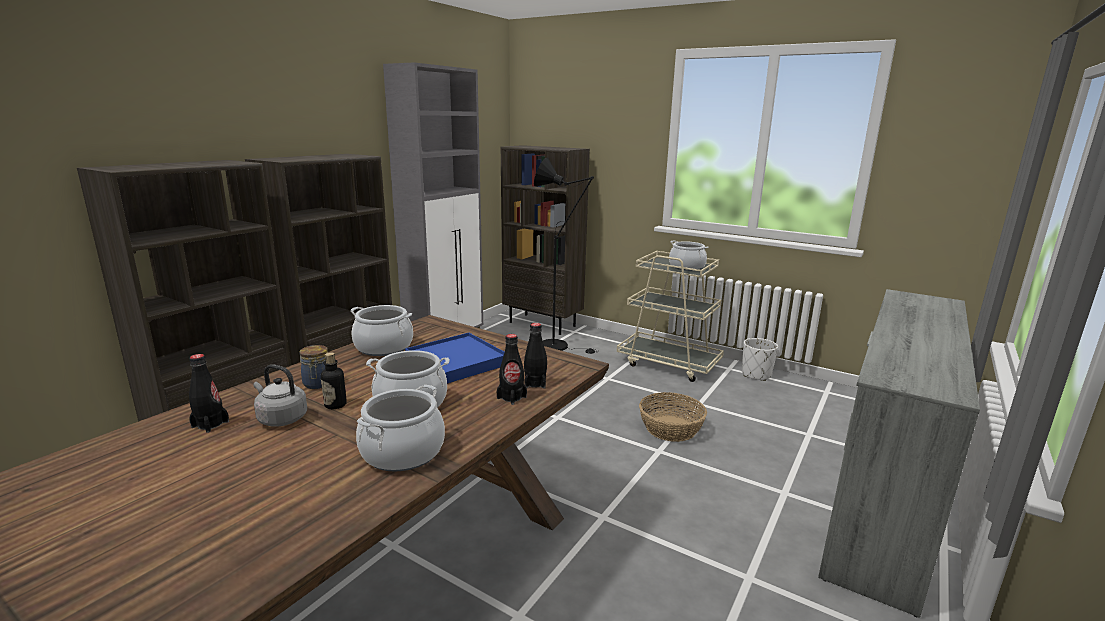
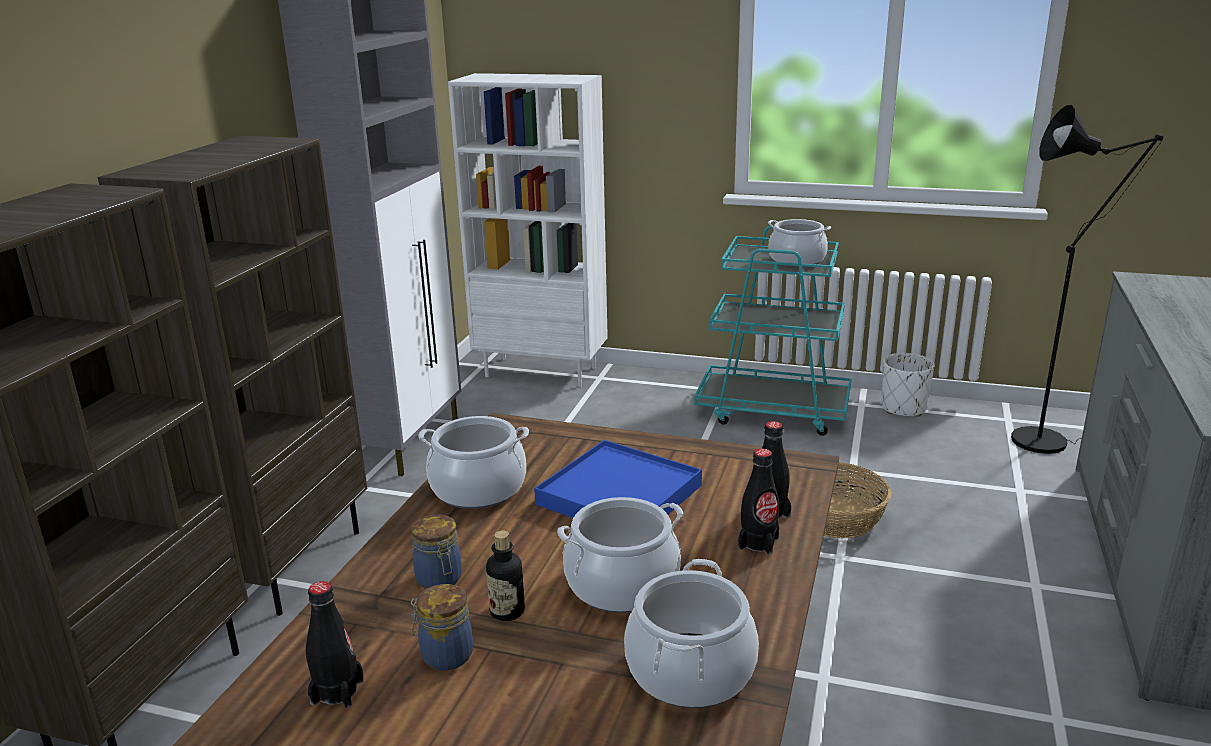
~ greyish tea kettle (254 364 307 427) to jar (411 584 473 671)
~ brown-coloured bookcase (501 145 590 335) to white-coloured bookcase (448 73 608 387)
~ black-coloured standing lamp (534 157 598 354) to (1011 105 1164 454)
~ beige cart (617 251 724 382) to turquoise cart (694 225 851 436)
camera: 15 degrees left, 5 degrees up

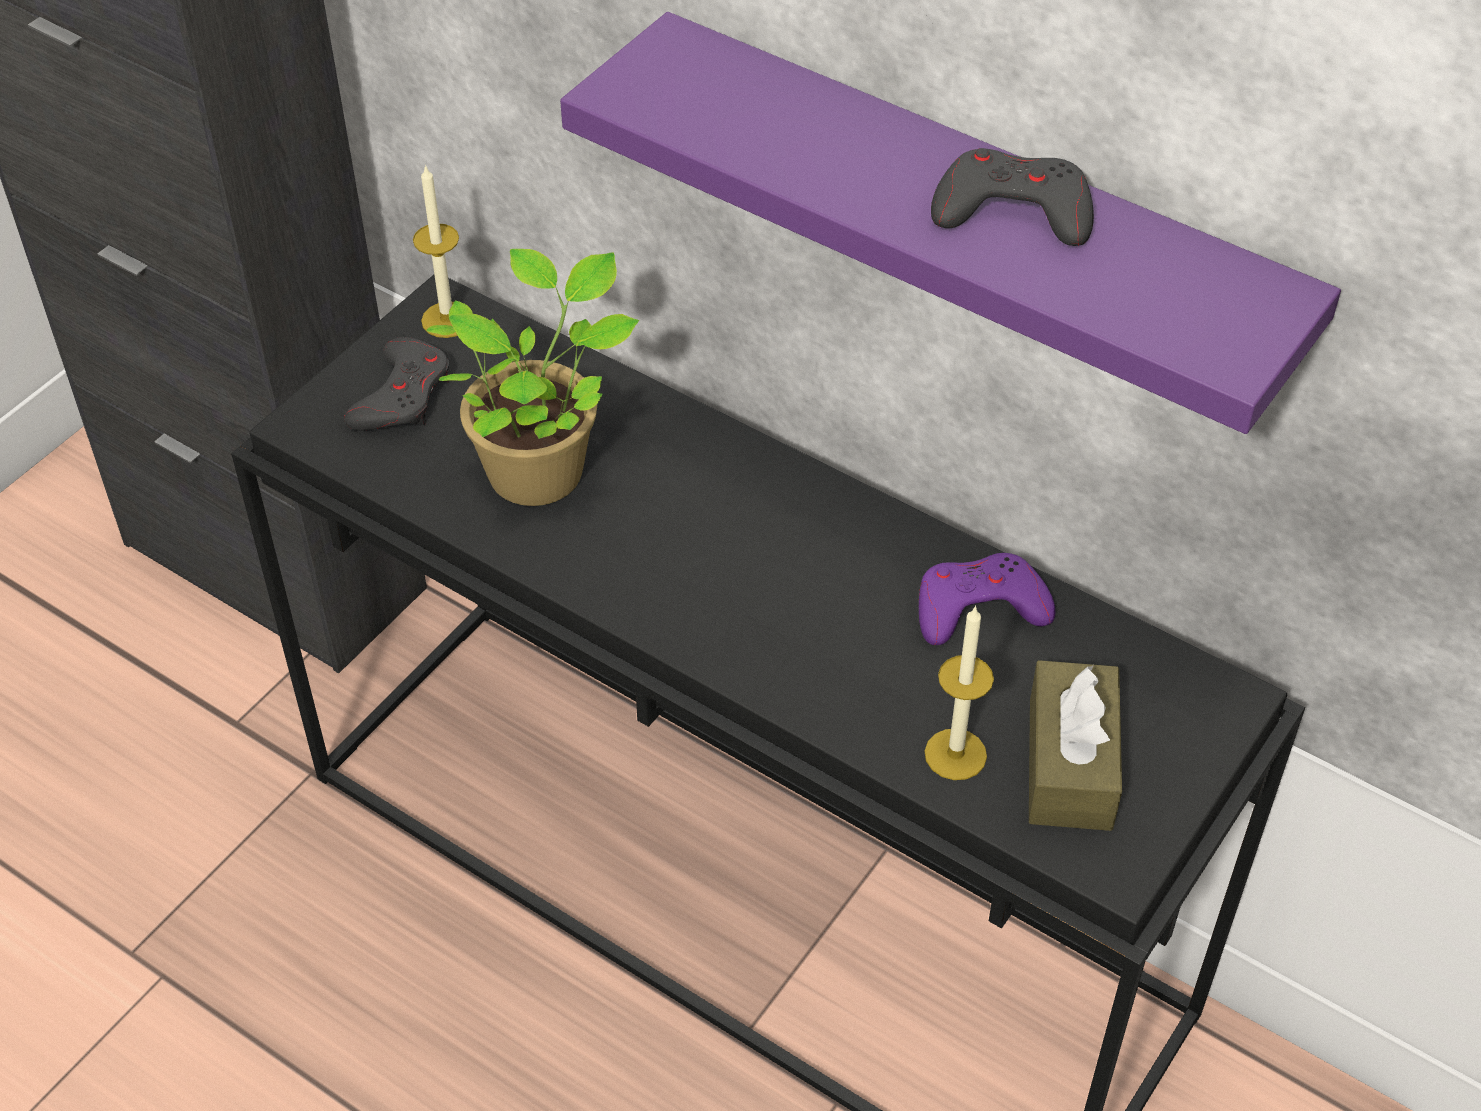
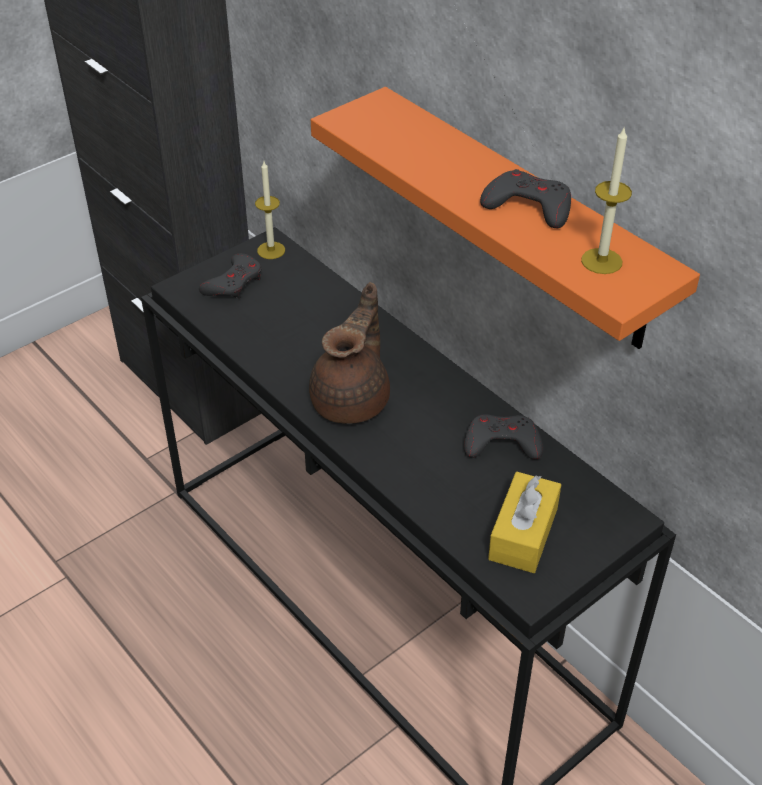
- houseplant (426 249 639 506)
~ purplish shelf (560 12 1341 434) to orangey shelf (311 87 700 349)
~ purplish gamepad (919 553 1055 645) to greyish gamepad (464 414 543 459)
~ wax candle (924 605 994 780) to (581 126 632 274)
~ brown-coloured tissue holder (1029 660 1122 831) to yellowish tissue holder (488 472 561 573)
+ brown-coloured tea pot (309 282 390 424)
camera: 15 degrees right, 5 degrees down

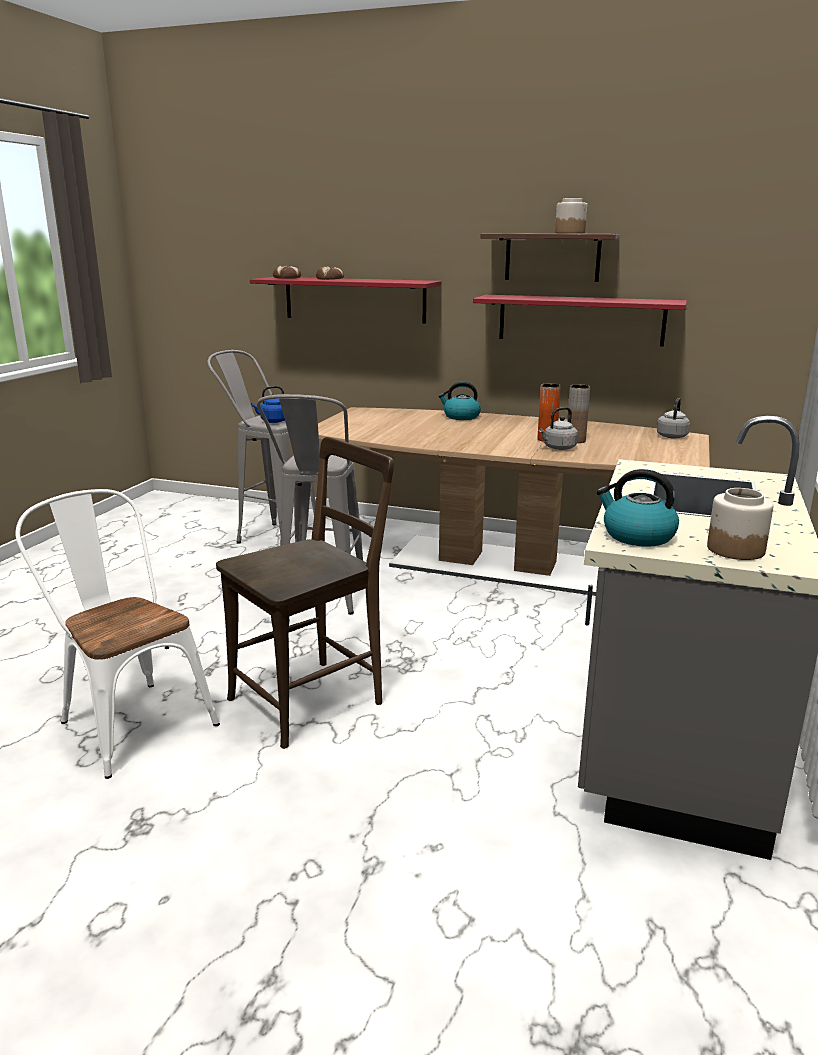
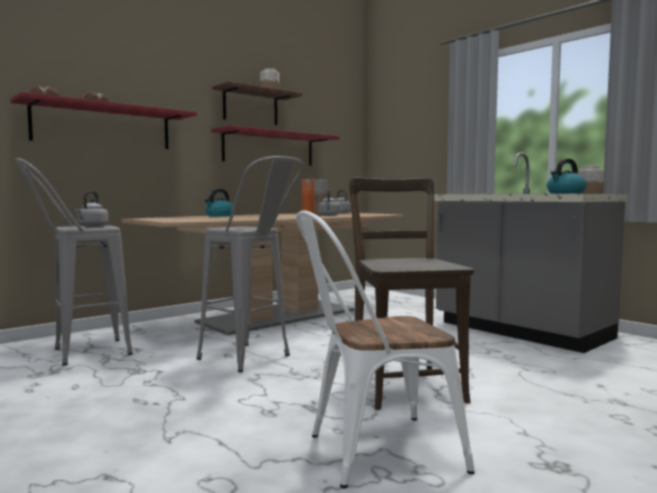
~ bluish tea kettle (251 386 285 423) to greyish tea kettle (75 191 109 227)
camera: 60 degrees left, 15 degrees down

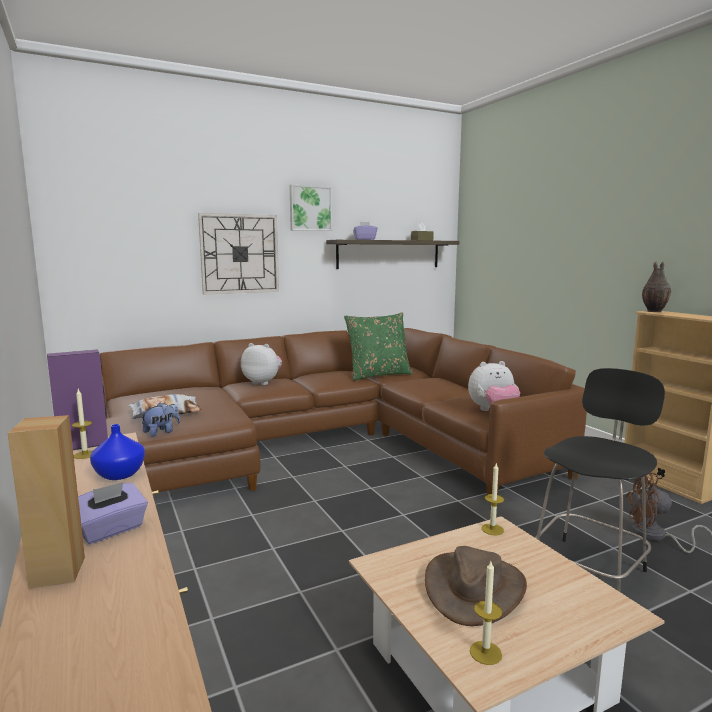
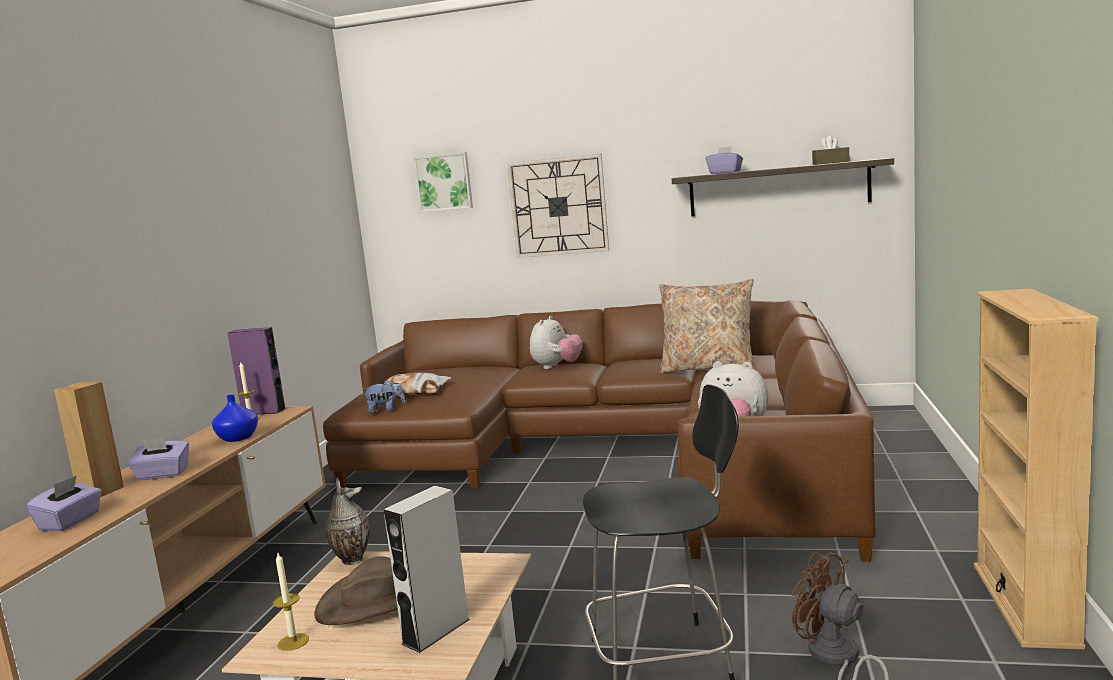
~ soft toy (241 343 282 385) = (530 316 582 369) 60 degrees clockwise
~ picture (290 184 332 231) to (413 152 473 212)
~ greenish cushion (344 312 413 381) to beige cushion (659 279 756 373)
- wax candle (481 462 504 535)
~ decorative vase (642 261 671 312) to (326 477 370 565)
+ purplish tissue holder (26 475 102 531)
+ greyish speaker (383 485 470 653)
camera: 40 degrees right, 0 degrees up

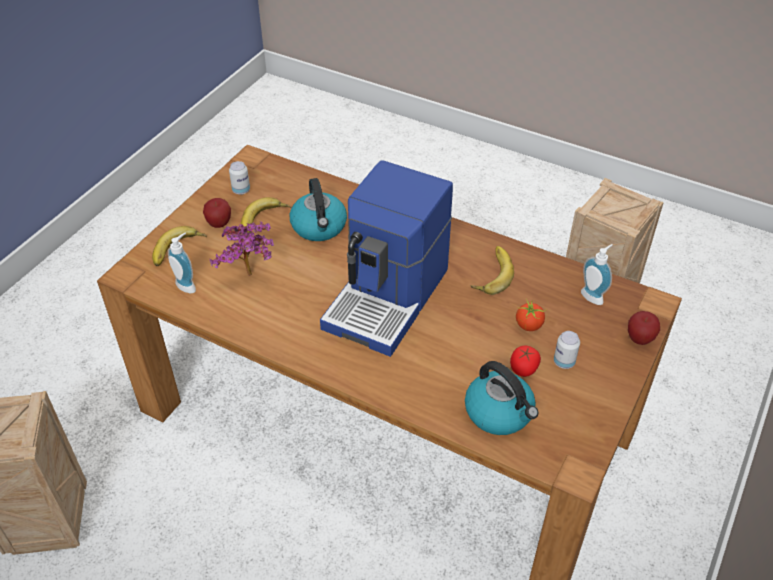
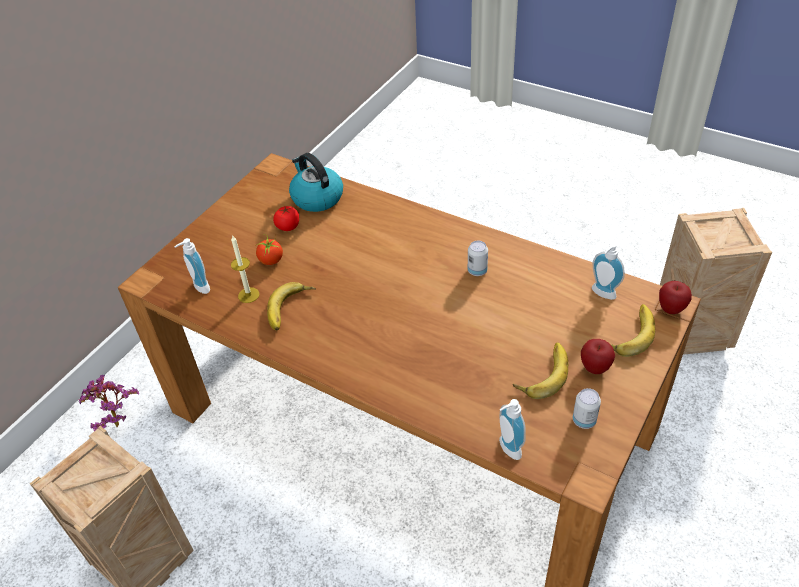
~ houseplant (210 221 274 276) to (79 375 139 431)
- tea kettle (290 178 347 241)
- coffee maker (320 160 453 357)
~ metal can (554 331 580 369) to (468 241 488 276)
~ apple fruit (628 311 660 345) to (659 281 692 314)
+ wax candle (231 235 259 303)
+ liquid soap bottle (499 399 526 460)
camera: 175 degrees left, 0 degrees up

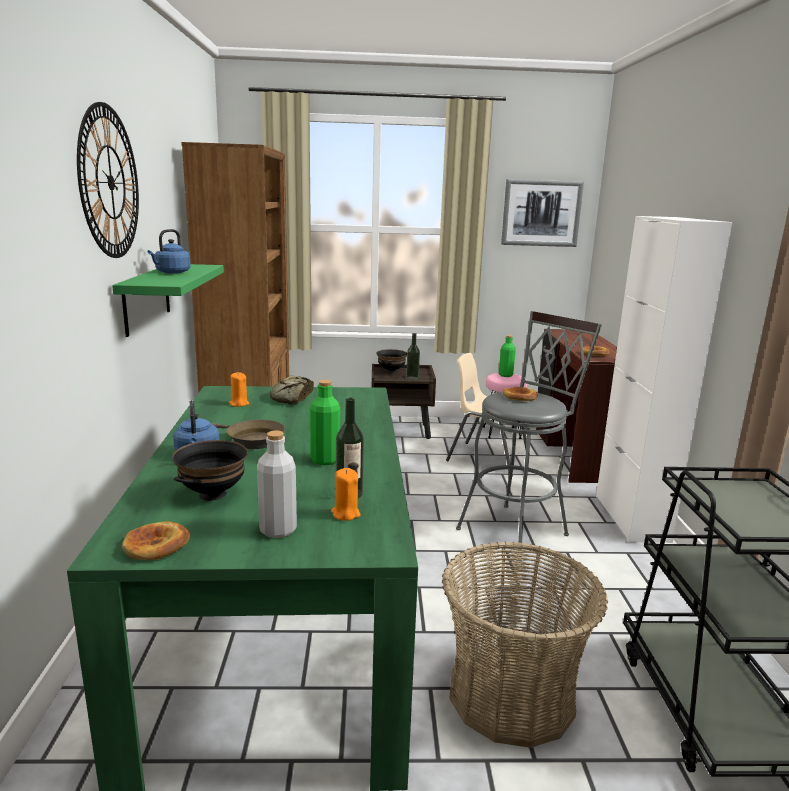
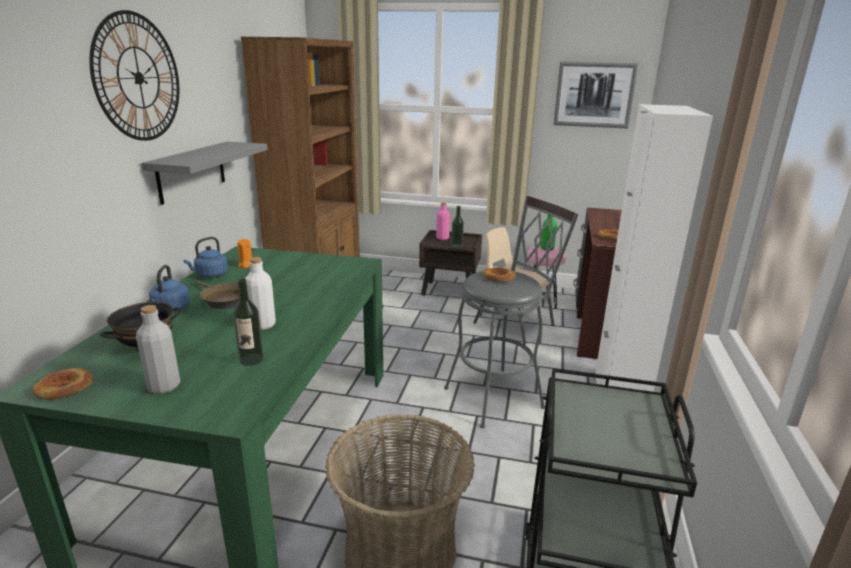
~ greenish shelf (112 264 224 337) to greyish shelf (141 141 268 205)
~ bluish tea kettle (147 229 191 274) to (183 237 228 278)
- baked bread (270 376 314 404)
~ greenish beverage bottle (310 380 340 465) to white-coloured beverage bottle (245 257 276 330)
- orangey wax candle (331 468 361 521)
~ black-coloured bowl (376 349 407 373) to pink beverage bottle (436 202 450 240)
camera: 15 degrees right, 5 degrees up

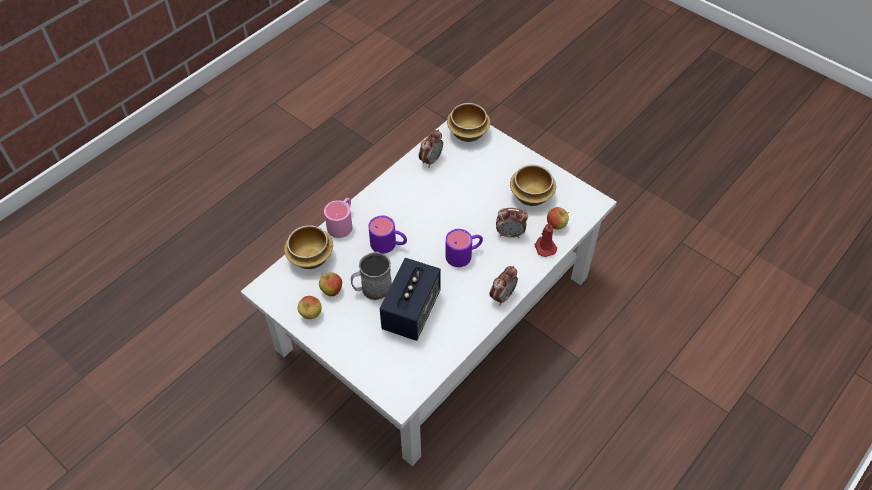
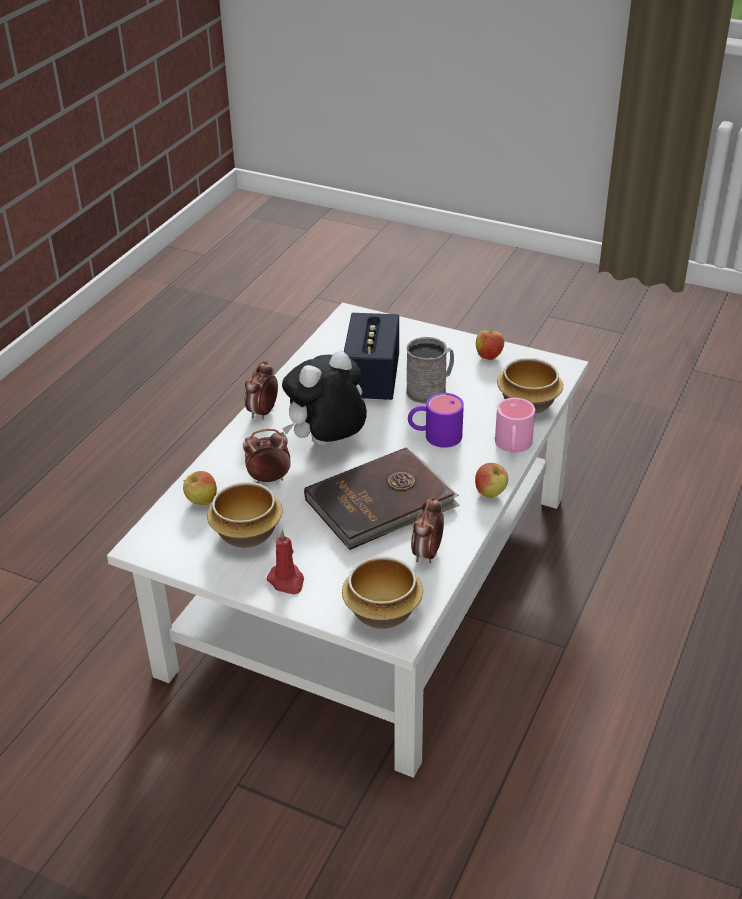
~ apple fruit (319 272 342 296) to (475 463 508 498)
~ purplish coffee mug (445 229 483 267) to soft toy (282 351 367 445)
~ red-coloured wax candle (535 222 557 257) to (267 530 304 594)
+ brown-coloured book (304 447 460 550)
camera: 165 degrees right, 15 degrees down

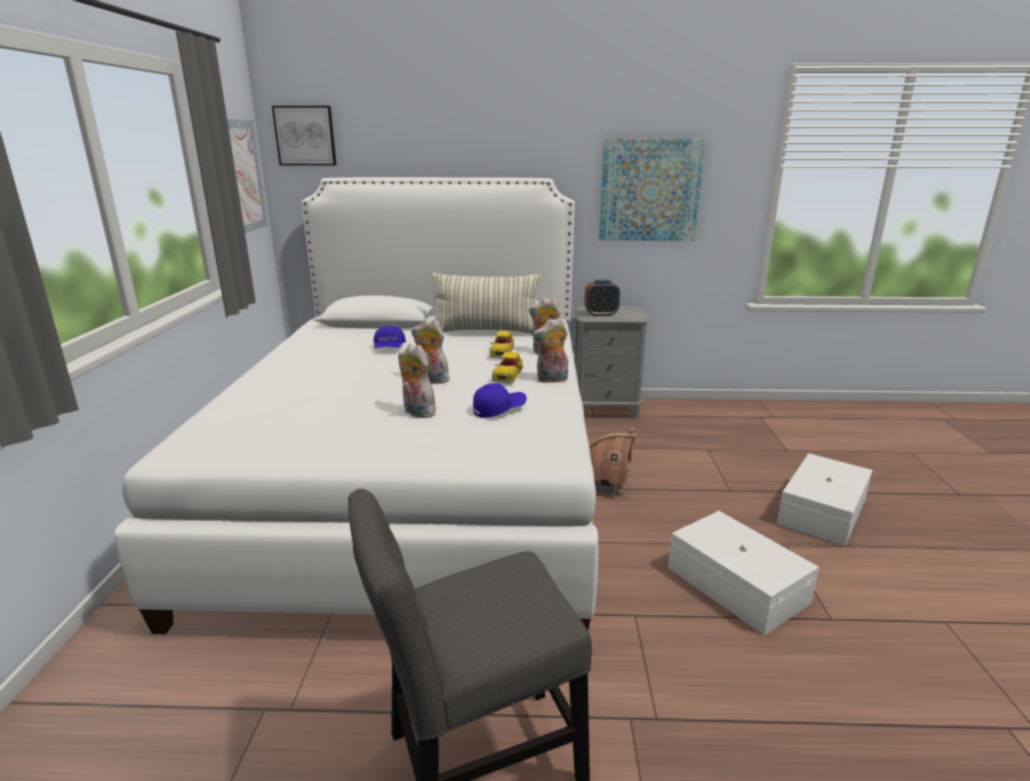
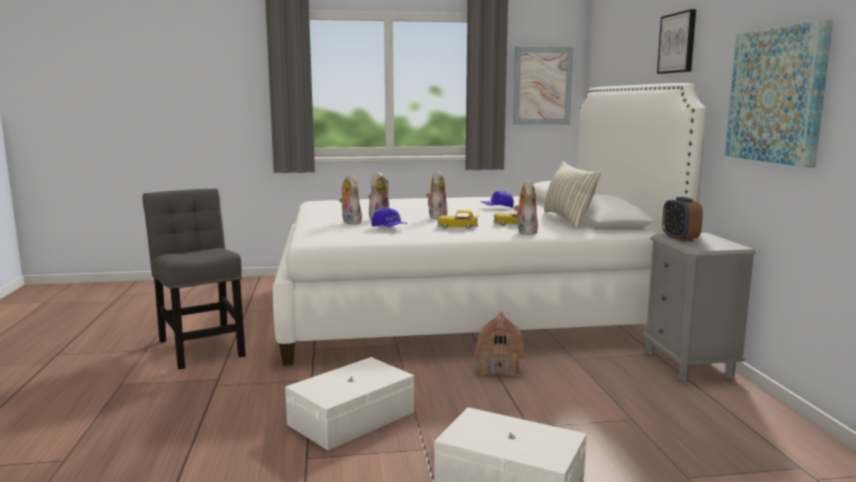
~ picture (272 106 337 166) to (657 9 696 74)
~ soft toy (532 318 568 383) to (339 173 362 224)
camera: 80 degrees right, 10 degrees down

